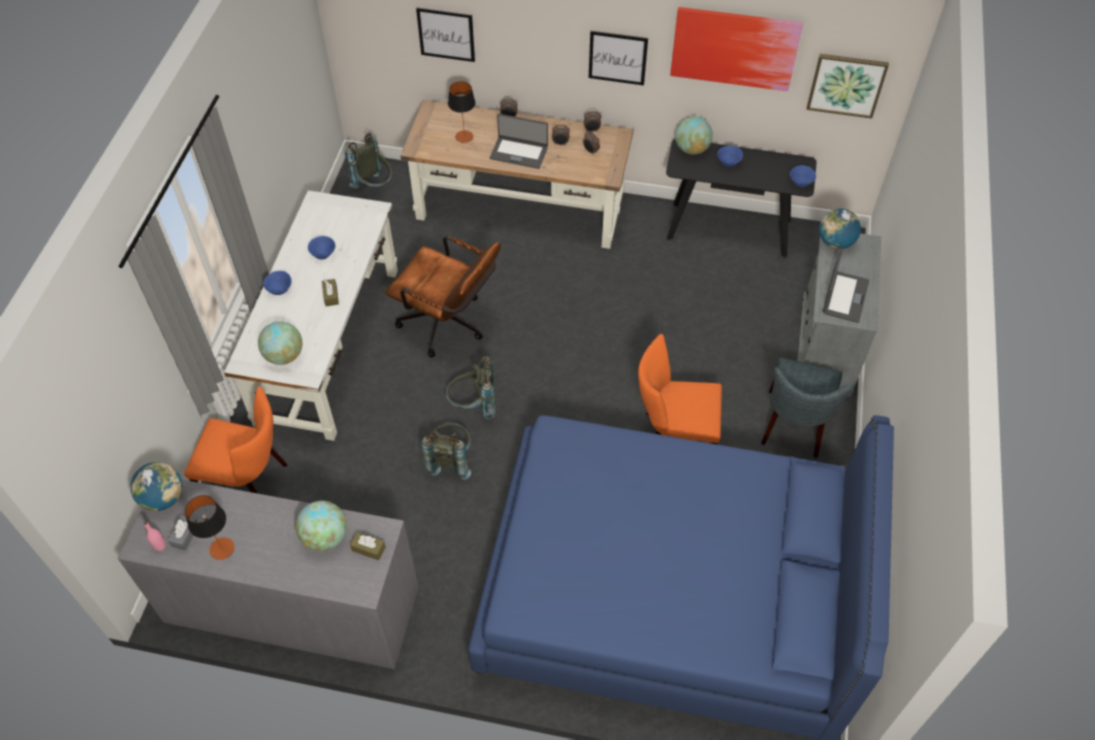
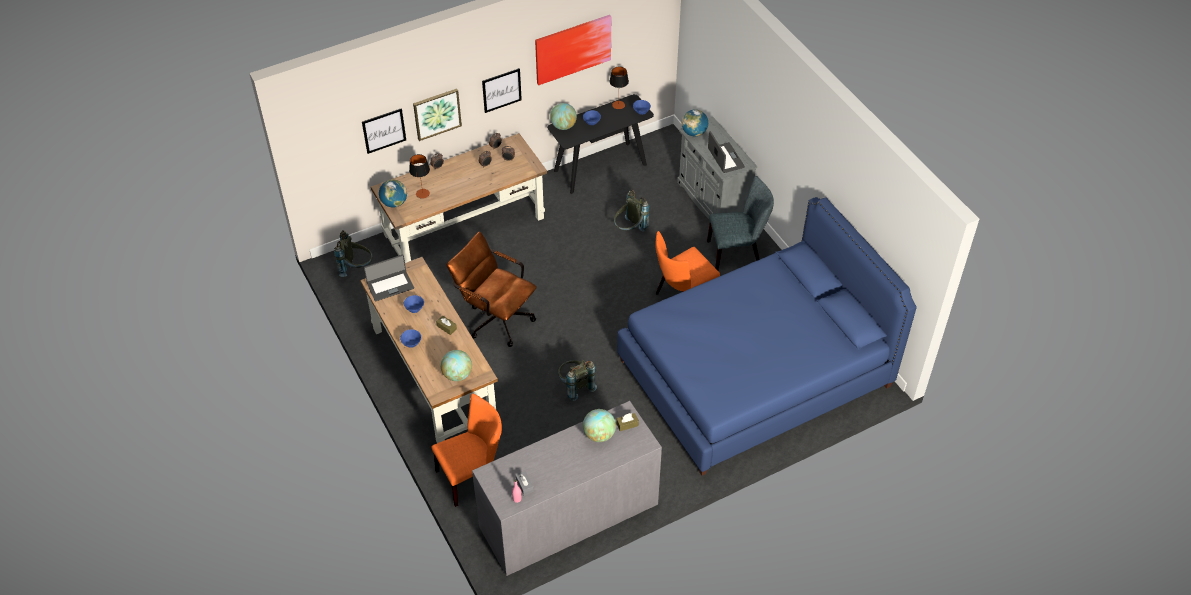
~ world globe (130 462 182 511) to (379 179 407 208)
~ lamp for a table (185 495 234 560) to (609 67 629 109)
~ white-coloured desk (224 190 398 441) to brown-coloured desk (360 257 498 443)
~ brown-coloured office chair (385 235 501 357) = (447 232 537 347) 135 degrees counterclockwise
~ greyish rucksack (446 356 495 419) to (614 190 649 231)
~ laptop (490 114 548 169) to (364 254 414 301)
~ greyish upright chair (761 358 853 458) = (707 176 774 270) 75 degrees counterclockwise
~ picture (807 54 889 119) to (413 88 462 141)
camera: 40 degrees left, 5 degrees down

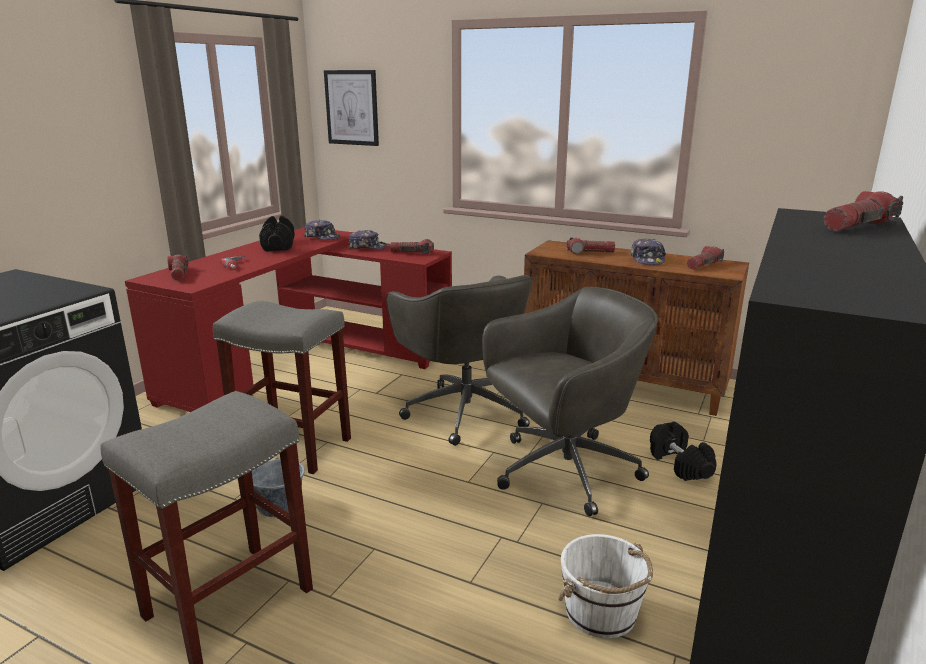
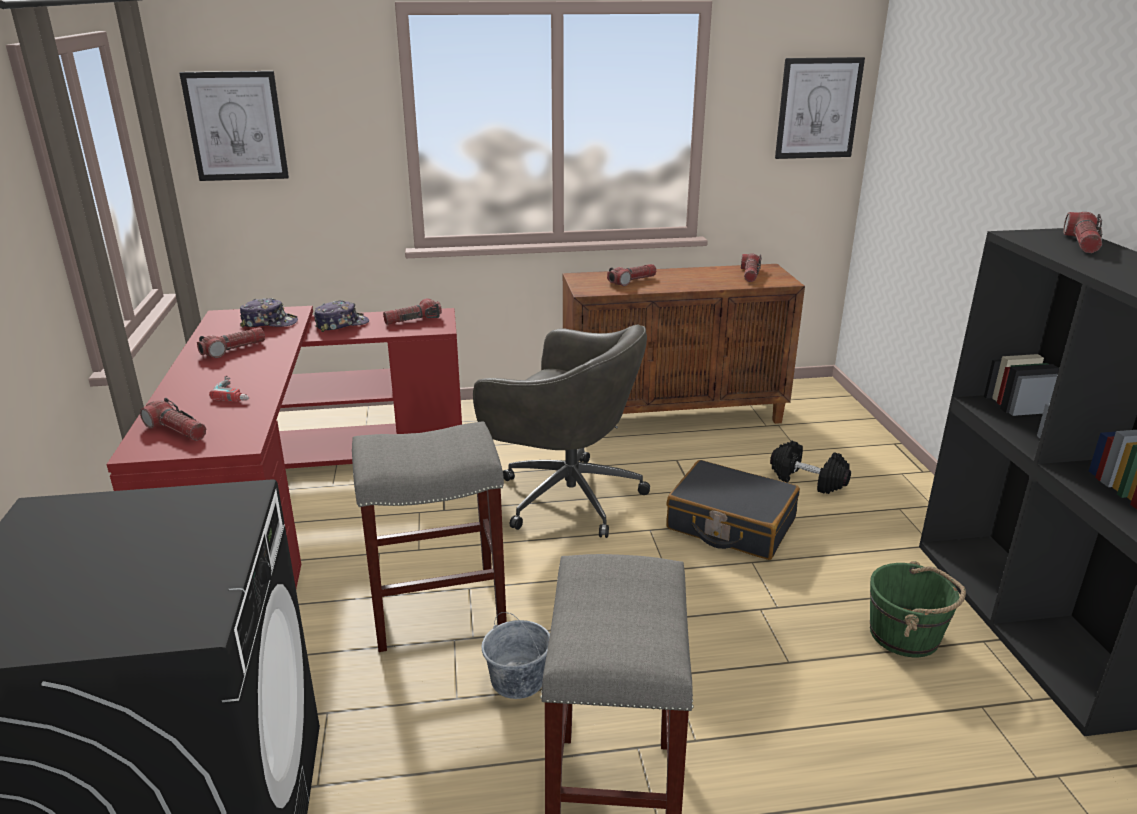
~ black-coloured dumbbell (259 216 295 251) to torch (197 327 265 358)
~ greyish office chair (482 287 658 516) to black-coloured piece of luggage (666 460 800 560)
~ white-coloured pail (558 534 653 639) to greenish pail (870 561 966 657)
- peaked cap (630 239 666 265)
+ picture (775 57 865 159)
camera: 35 degrees left, 5 degrees up

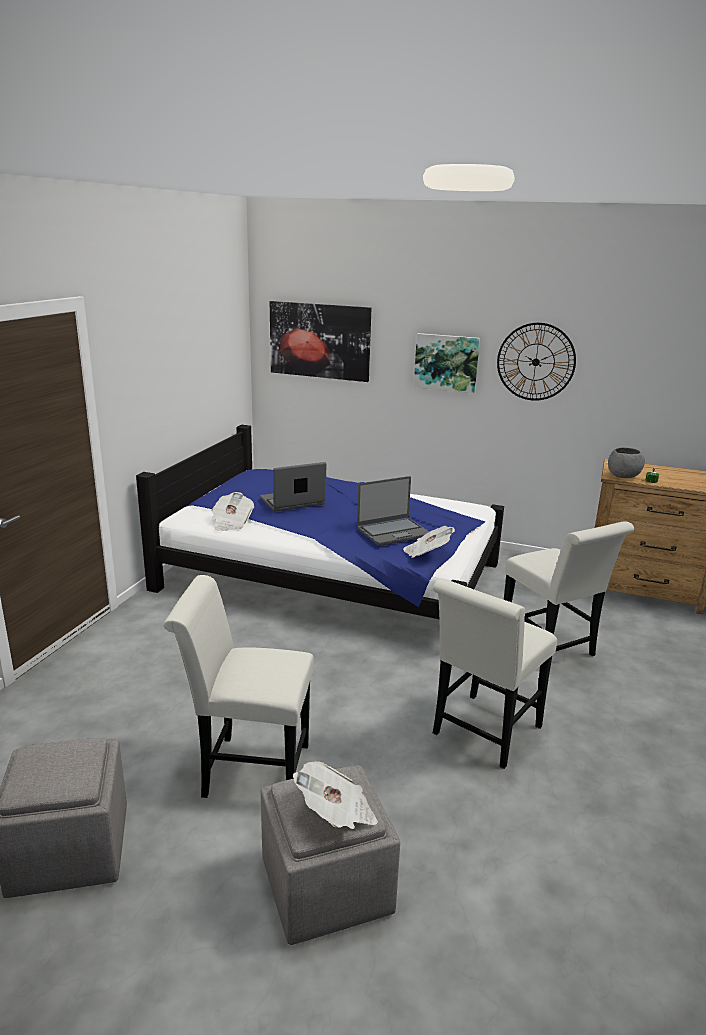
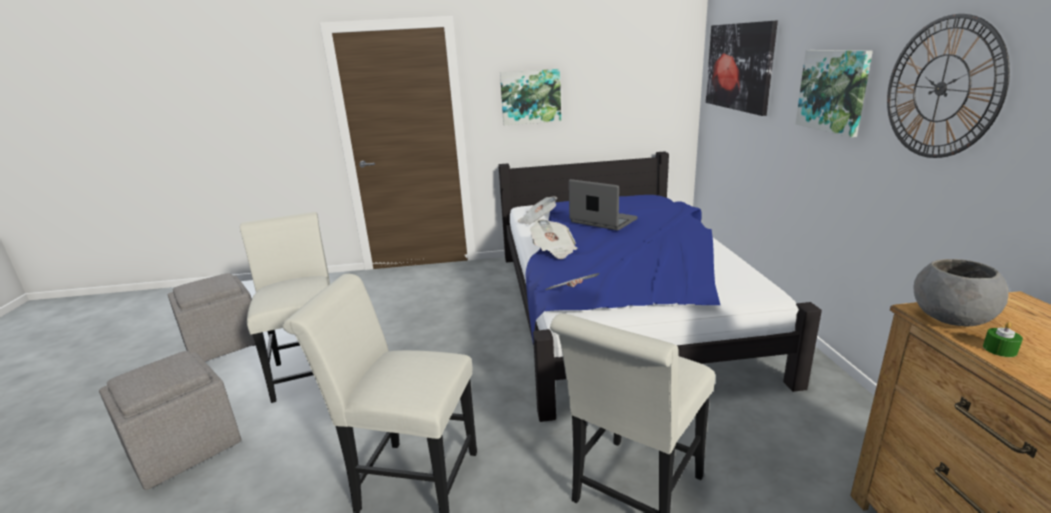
~ daily paper (293 761 378 829) to (530 219 578 259)
- laptop (357 476 429 546)
+ picture (500 69 561 125)
camera: 65 degrees right, 0 degrees up

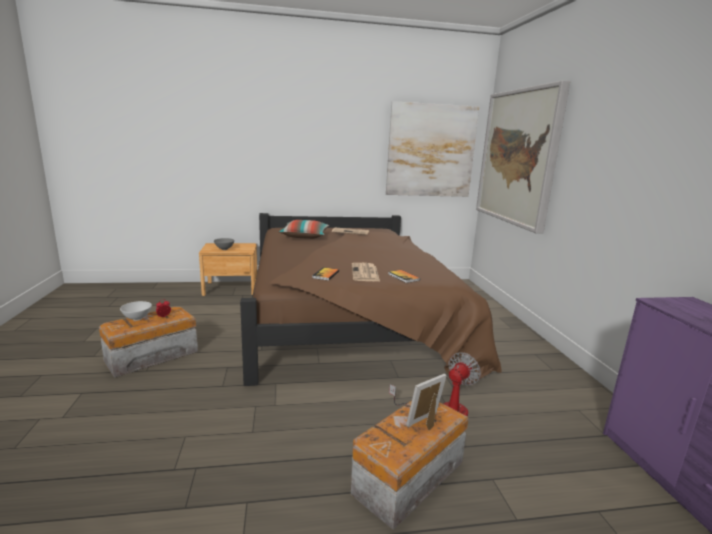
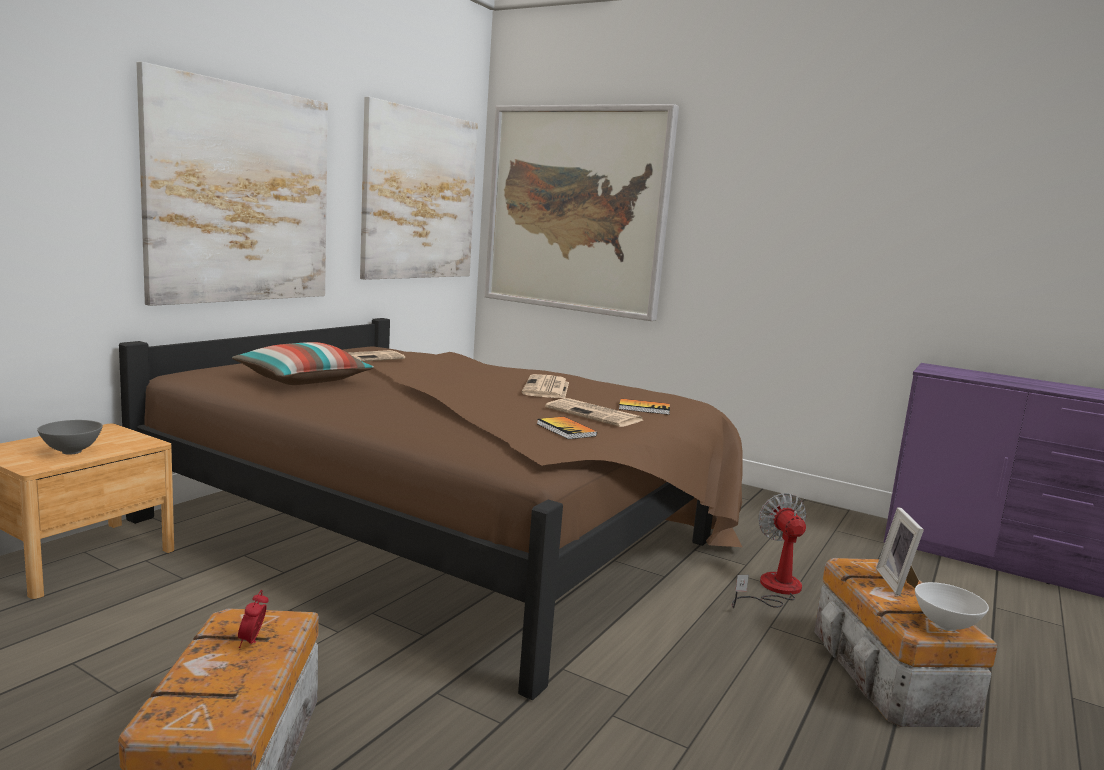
~ white-coloured bowl (120 301 152 321) to (915 582 989 631)
+ picture (137 62 328 306)
+ daily paper (522 374 569 399)
camera: 50 degrees left, 5 degrees down

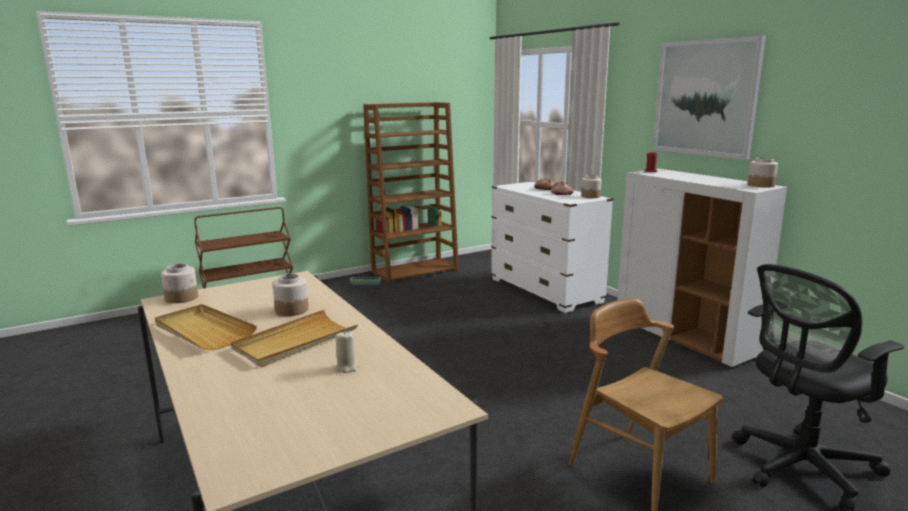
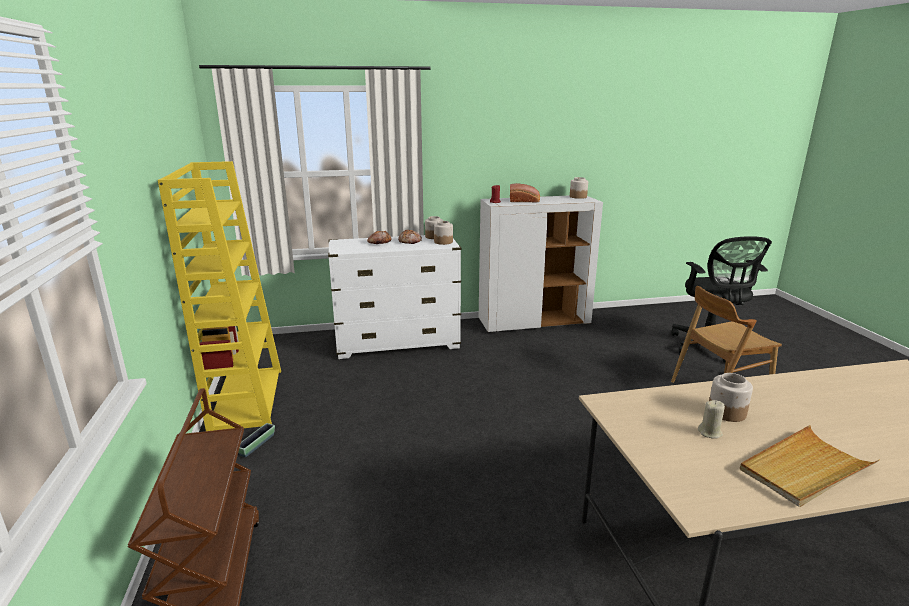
~ jar (161 263 198 303) to (434 221 453 245)
- beige serving tray (231 310 358 367)
~ beige wax candle (336 331 358 373) to (698 400 725 439)
~ brown-coloured bookcase (363 102 459 284) to yellowish bookcase (158 161 281 431)
- picture (653 36 766 160)
+ baked bread (510 183 540 203)
camera: 70 degrees left, 5 degrees up

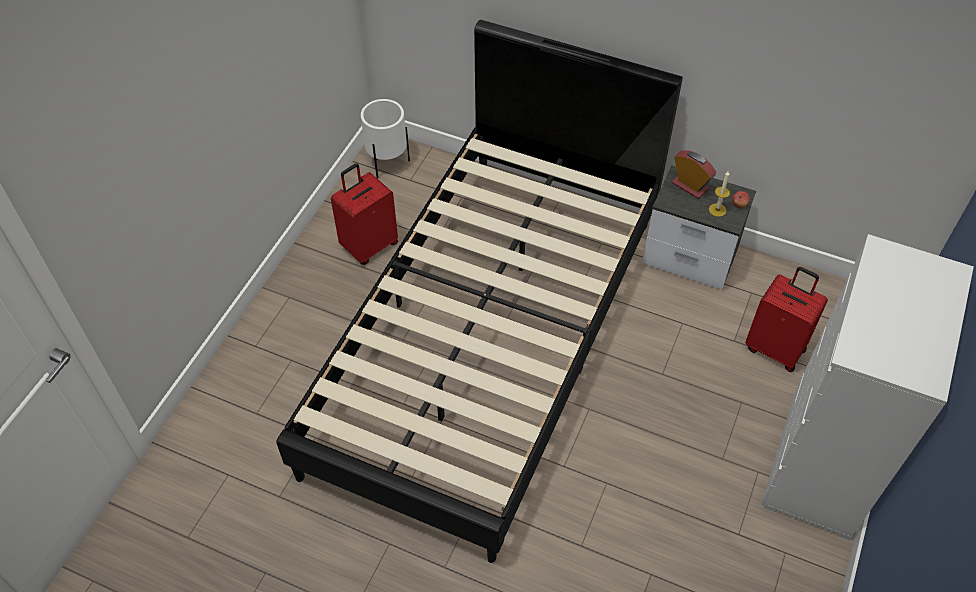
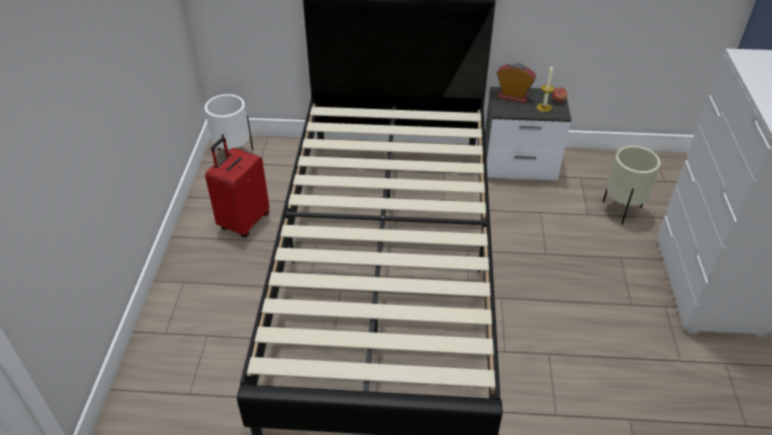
~ red-coloured piece of luggage (745 267 828 372) to beige plant pot (603 146 661 225)
camera: 20 degrees left, 10 degrees down

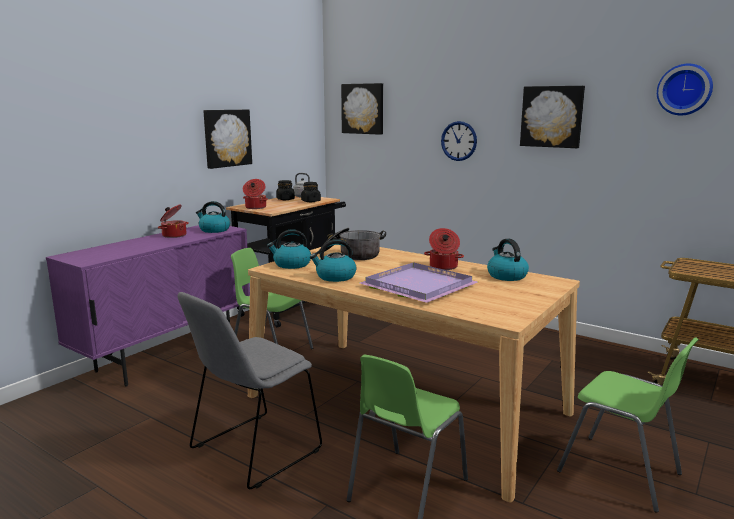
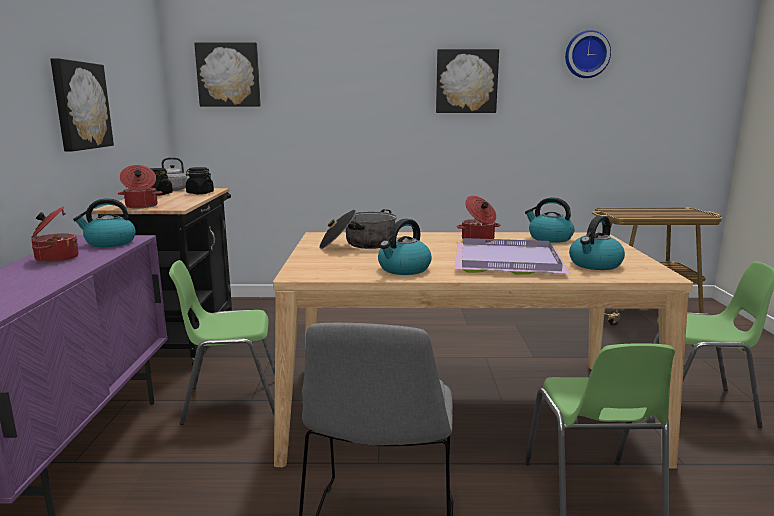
~ tea kettle (267 229 311 269) to (569 215 625 270)
- wall clock (441 121 477 161)
camera: 35 degrees left, 0 degrees up

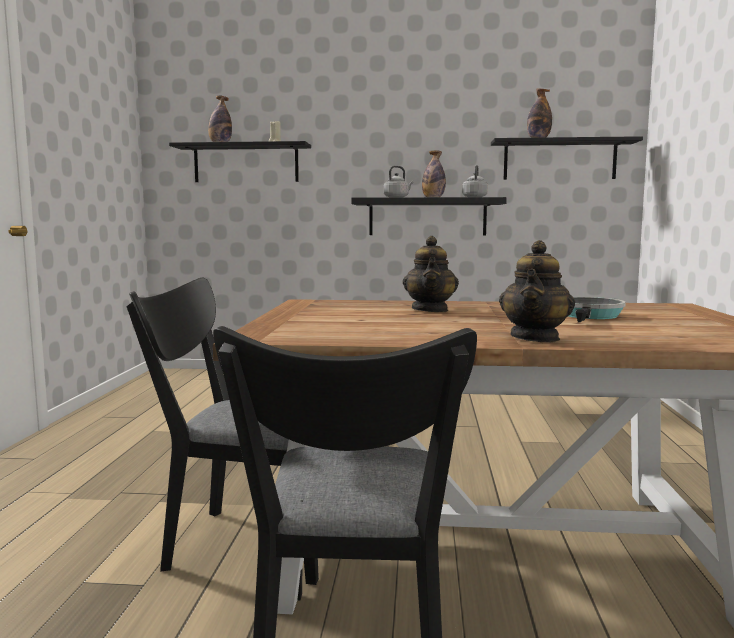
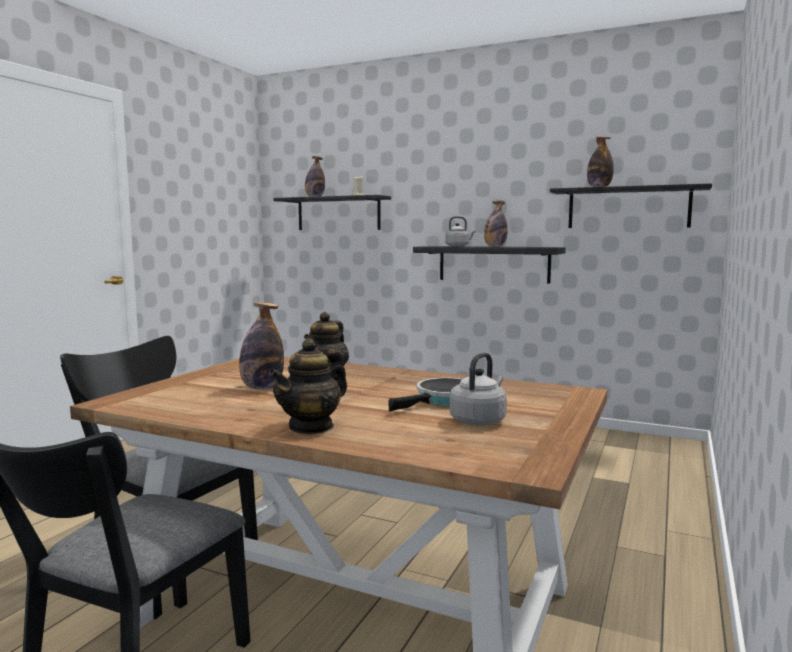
~ greyish tea kettle (462 165 488 197) to (450 352 507 426)
+ beverage bottle (239 302 284 390)
camera: 20 degrees right, 0 degrees up

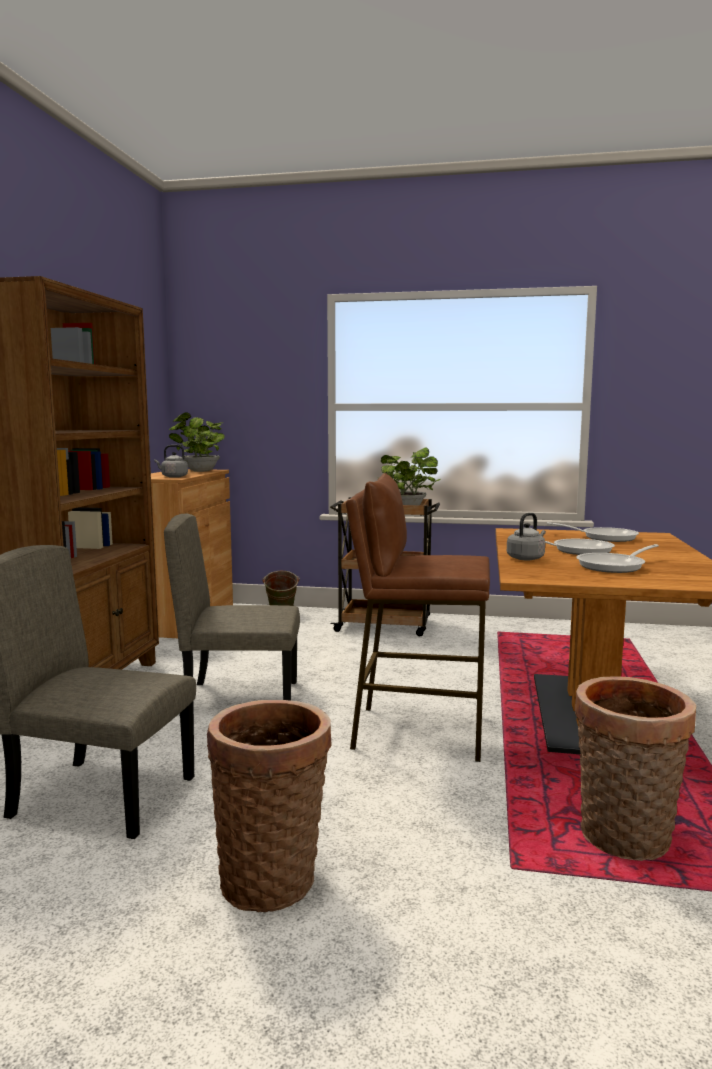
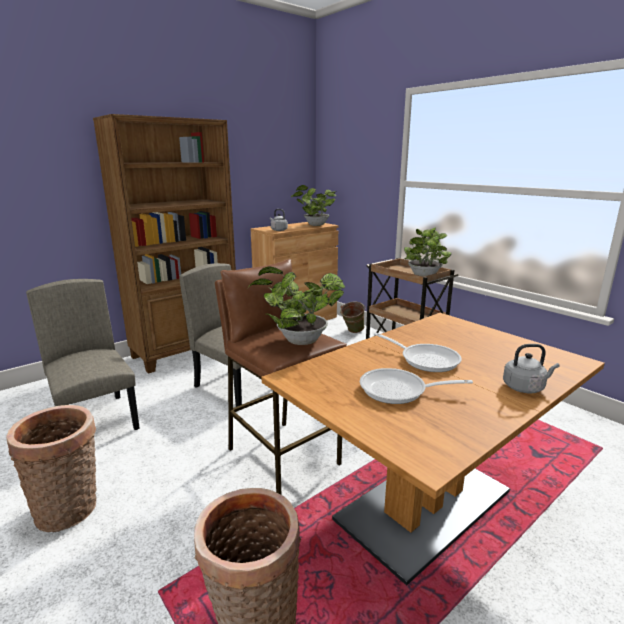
~ greyish tea kettle (507 513 546 560) to (503 344 560 393)
- frying pan (547 522 639 542)
+ houseplant (248 266 345 345)
camera: 40 degrees right, 10 degrees up

